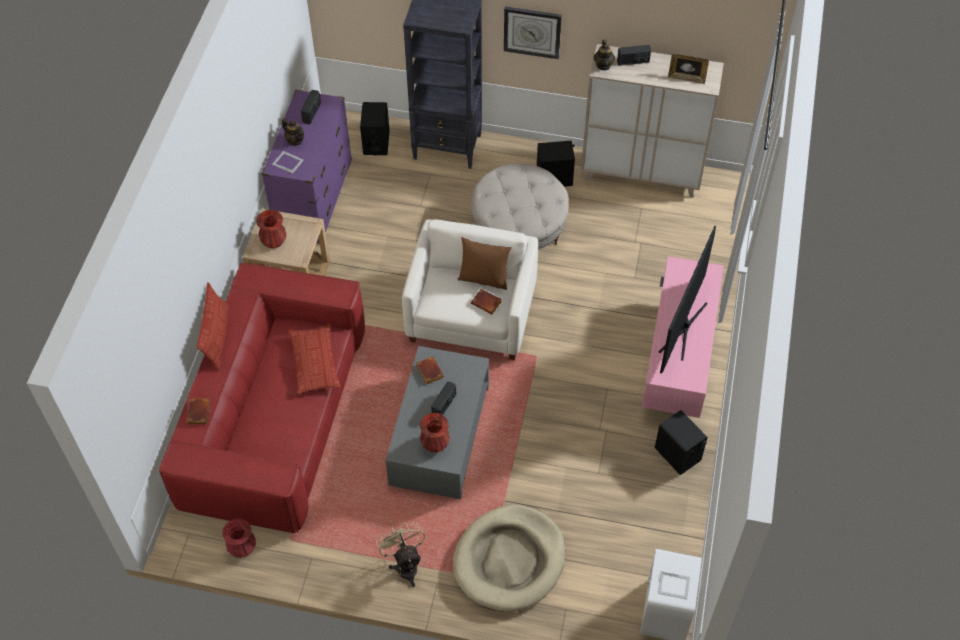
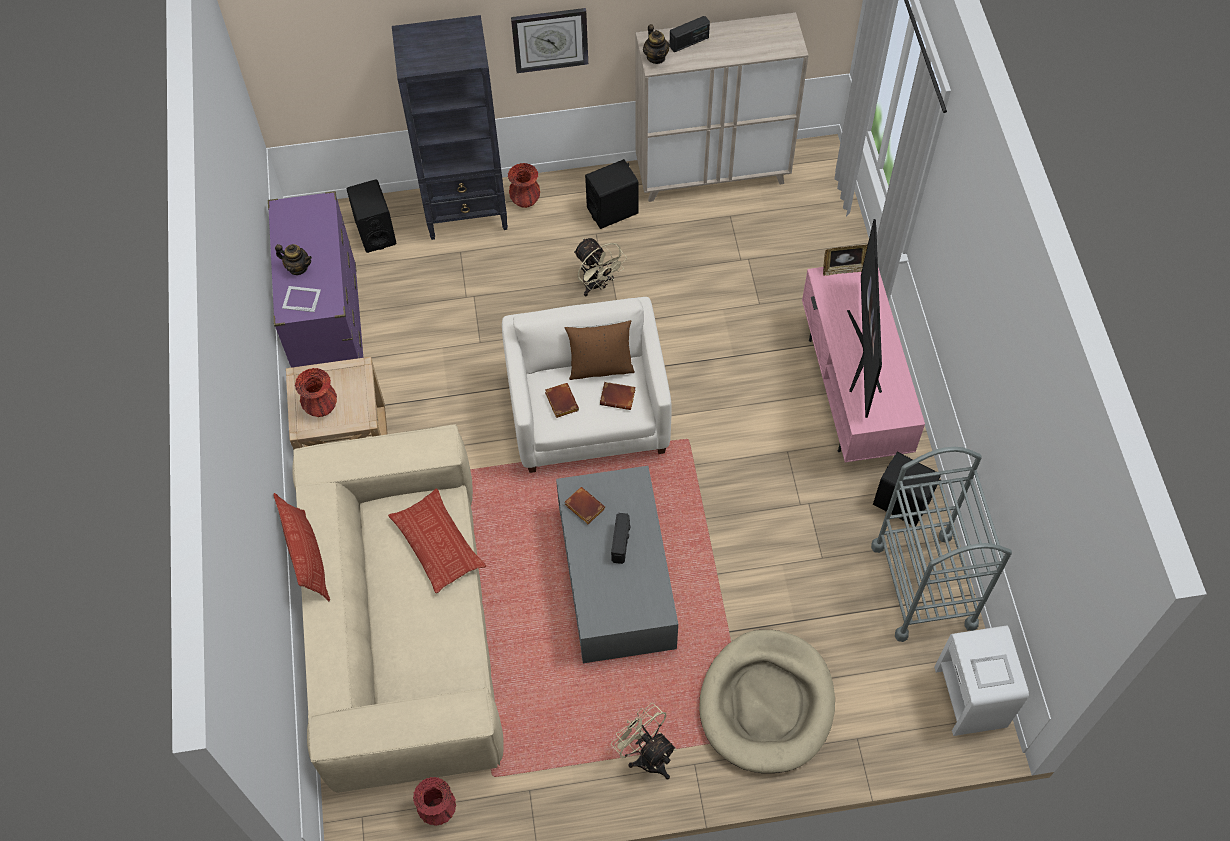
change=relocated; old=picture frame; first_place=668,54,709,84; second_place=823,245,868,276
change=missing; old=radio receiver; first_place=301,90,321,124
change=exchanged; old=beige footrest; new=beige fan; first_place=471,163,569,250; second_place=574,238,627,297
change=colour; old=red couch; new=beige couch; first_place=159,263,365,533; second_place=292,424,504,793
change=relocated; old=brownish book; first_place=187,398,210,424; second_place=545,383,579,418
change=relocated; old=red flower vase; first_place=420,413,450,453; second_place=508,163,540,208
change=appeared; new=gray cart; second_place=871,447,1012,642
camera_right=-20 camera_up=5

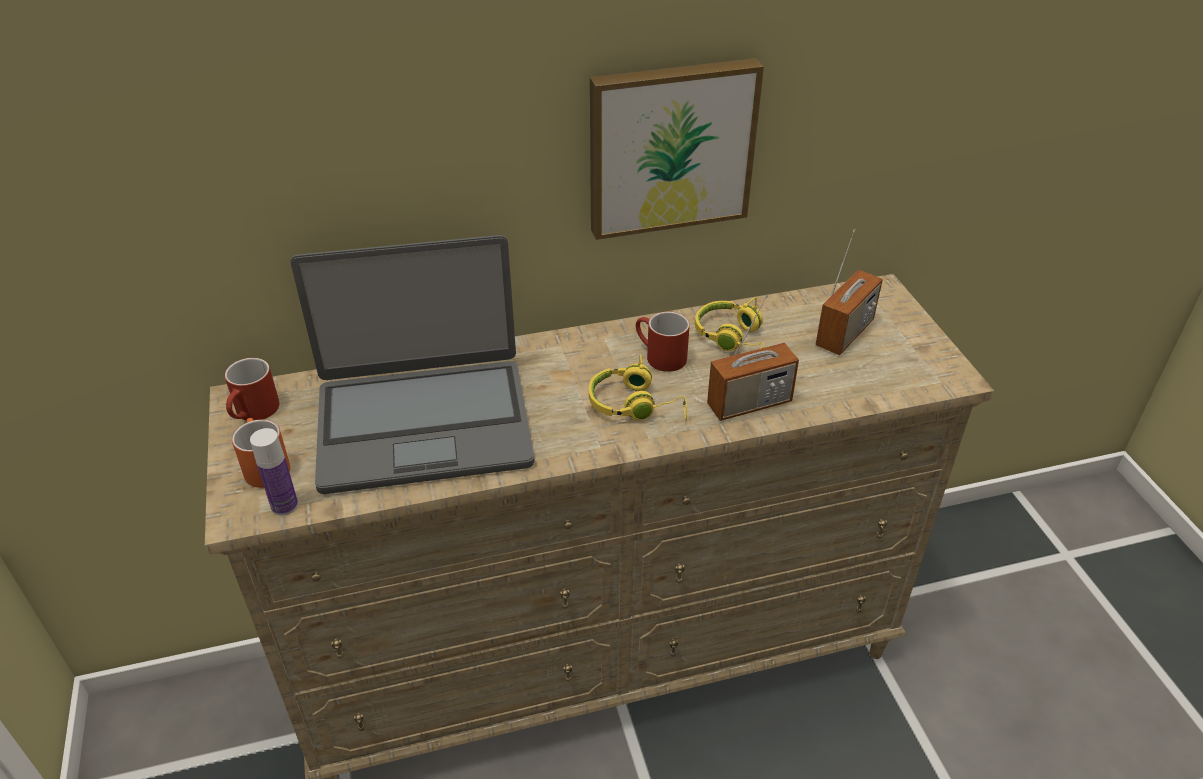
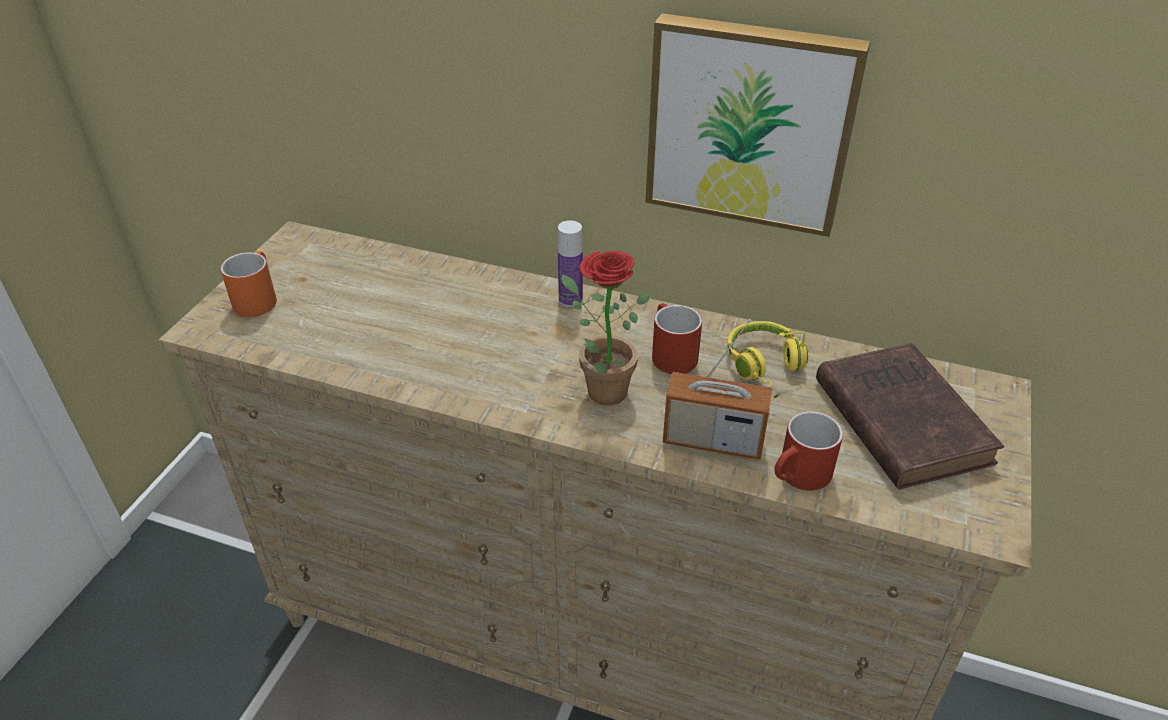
change=exchanged; old=radio receiver; new=brownish book; first_place=815,229,883,355; second_place=816,343,1004,490
change=missing; old=portable computer; first_place=291,235,534,494
change=exchanged; old=yellow-coloured headset; new=plant in a pot; first_place=589,354,687,420; second_place=562,251,650,405
change=relocated; old=red mug; first_place=225,358,279,420; second_place=774,411,843,491
change=relocated; old=beverage bottle; first_place=250,428,298,516; second_place=558,220,583,307
camera_right=35 camera_up=0

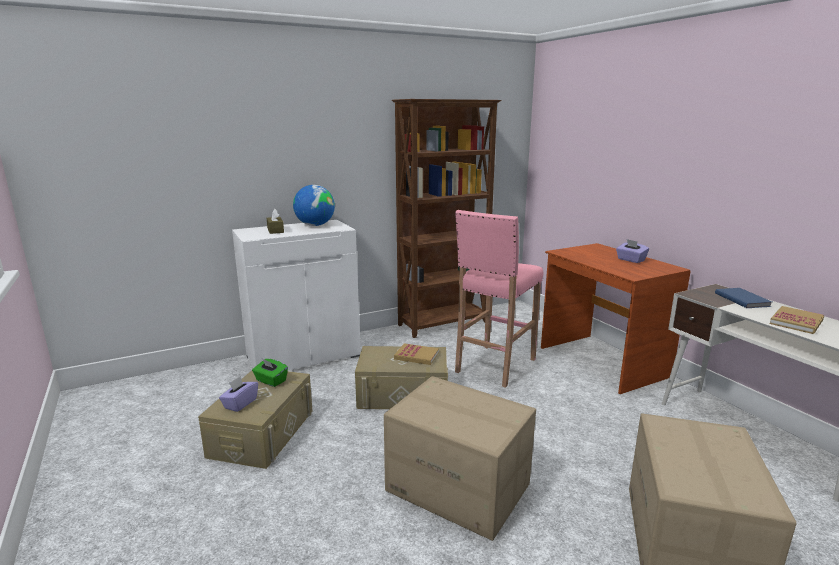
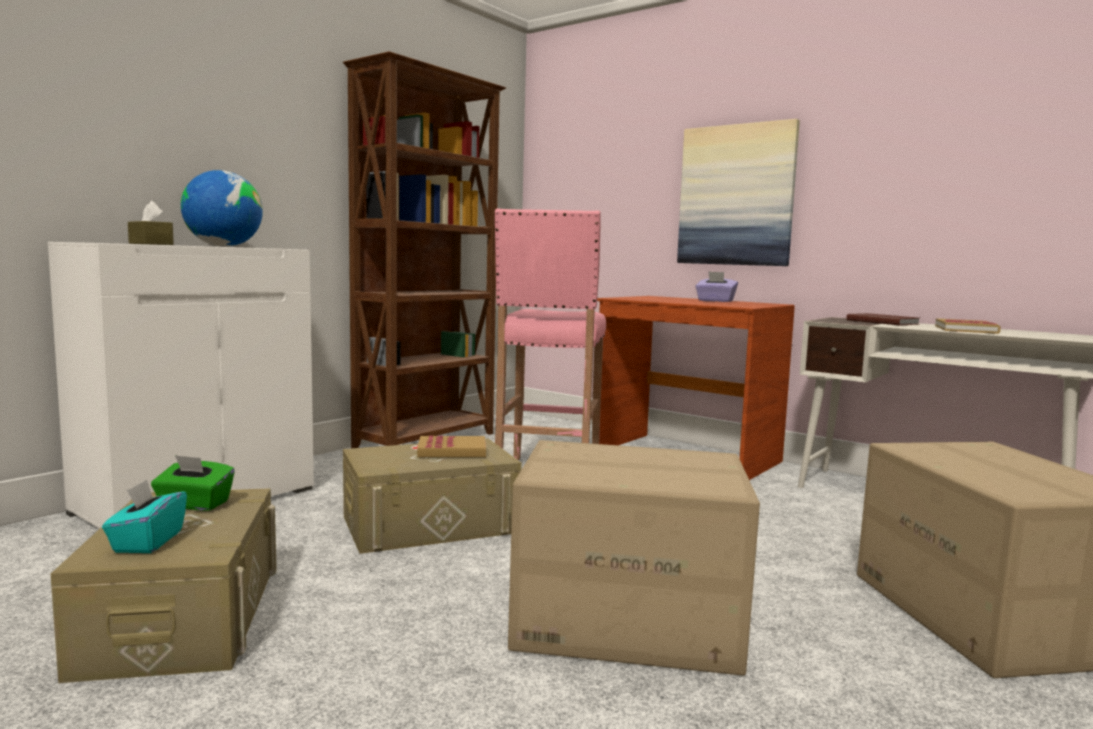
change=colour; old=blue book; new=brownish book; first_place=715,288,772,308; second_place=846,313,920,325
change=colour; old=purplish tissue box; new=turquoise-coloured tissue box; first_place=219,376,258,412; second_place=102,479,187,553
change=appeared; new=wall art; second_place=677,119,800,266
camera_right=-25 camera_up=-10

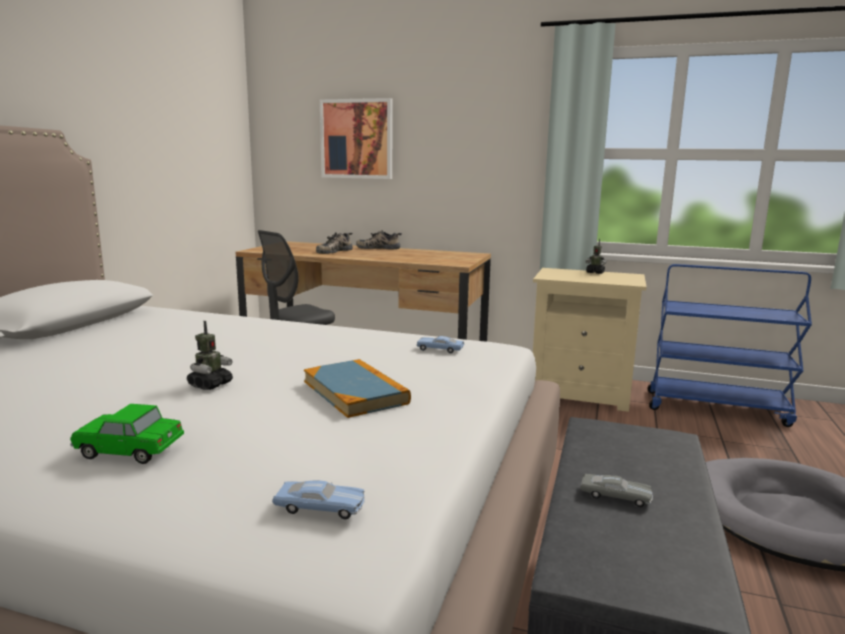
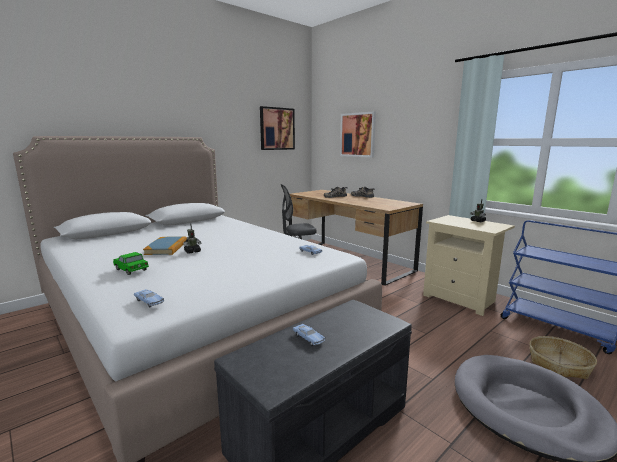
change=relocated; old=book; first_place=304,359,411,418; second_place=143,236,187,255
change=colour; old=gray model car; new=blue model car; first_place=580,474,653,507; second_place=293,324,325,346
change=appeared; new=wall art; second_place=260,106,295,150
change=appeared; new=basket; second_place=529,336,597,379
camera_right=30 camera_up=0

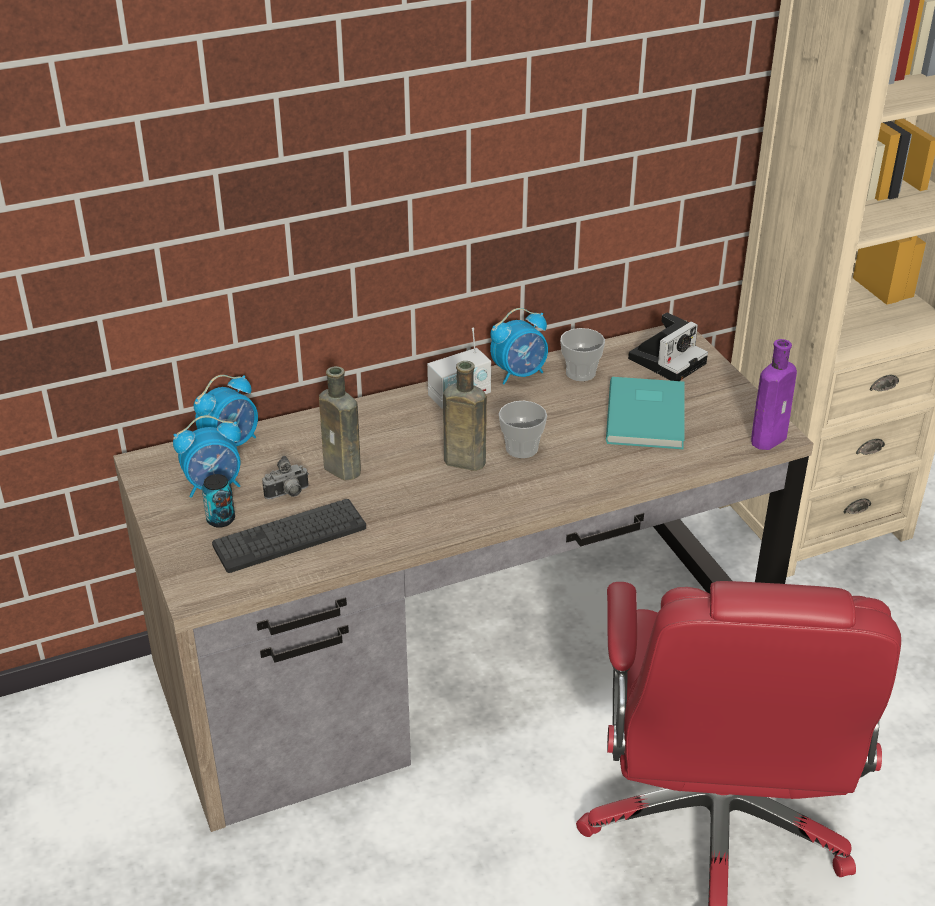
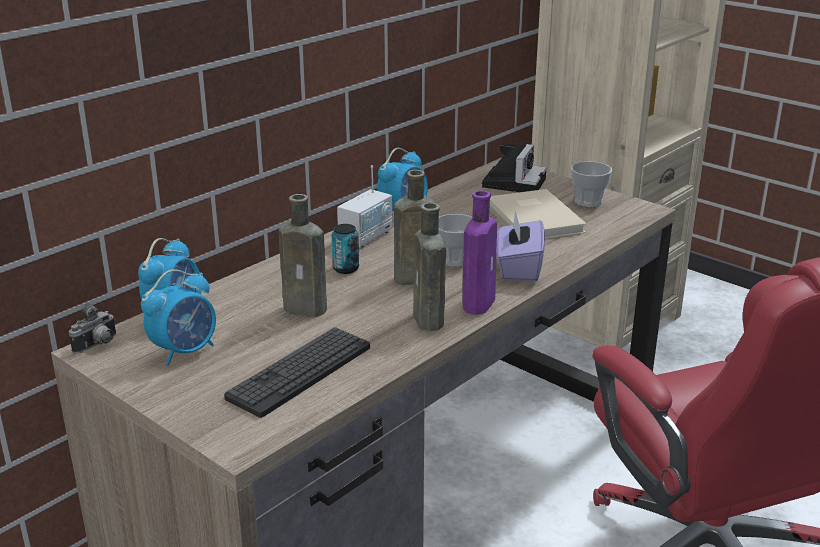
change=relocated; old=cup; first_place=560,328,605,381; second_place=571,161,612,207
change=relocated; old=purplish beverage bottle; first_place=751,339,797,450; second_place=463,190,497,315
change=colour; old=turquoise-coloured book; new=beige book; first_place=606,377,685,449; second_place=490,189,587,239
change=relocated; old=photo camera; first_place=262,456,309,499; second_place=69,303,116,353
change=relocated; old=can; first_place=202,474,235,528; second_place=332,224,359,274
change=appeared; new=brownish beverage bottle; second_place=413,203,446,331
change=appeared; new=purplish tissue box; second_place=496,211,545,282
camera_right=-25 camera_up=-10

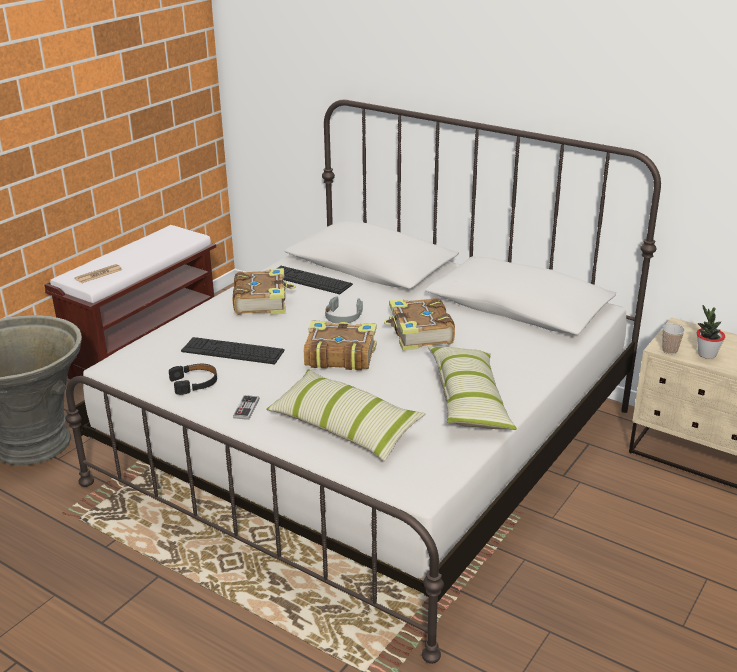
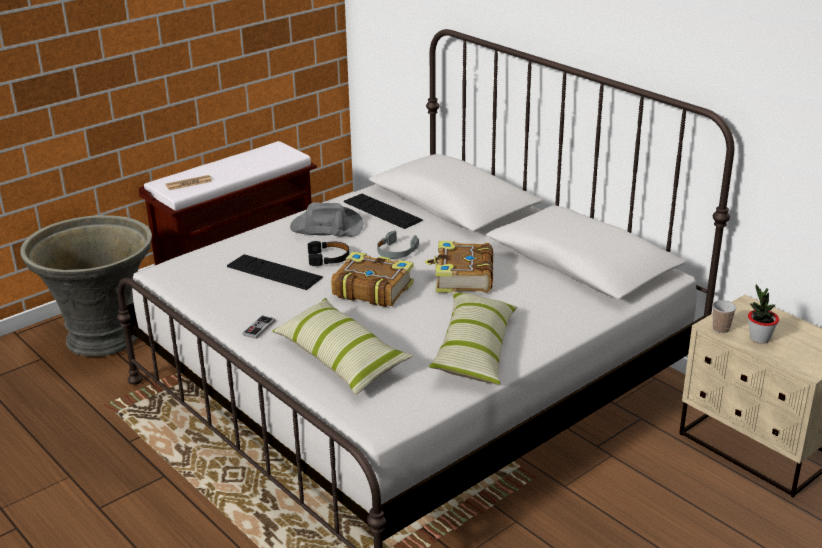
change=exchanged; old=book; new=gray hat; first_place=233,268,296,315; second_place=290,202,364,237
change=relocated; old=black-coloured headset; first_place=169,364,217,395; second_place=308,241,349,266
camera_right=15 camera_up=0

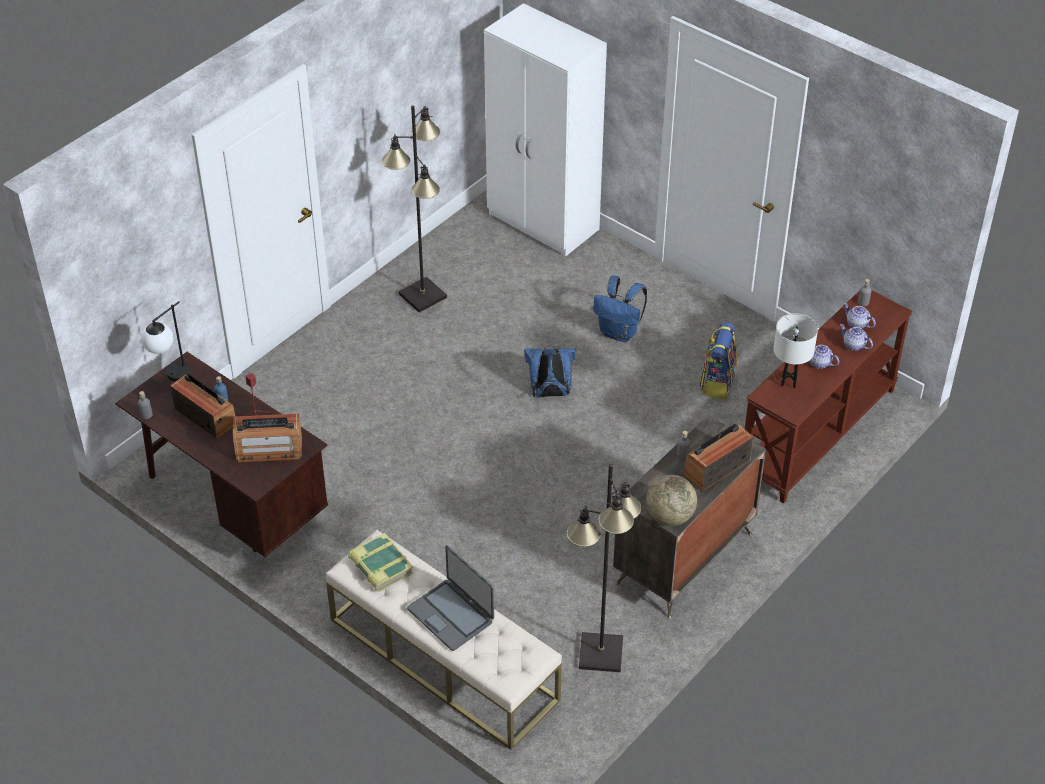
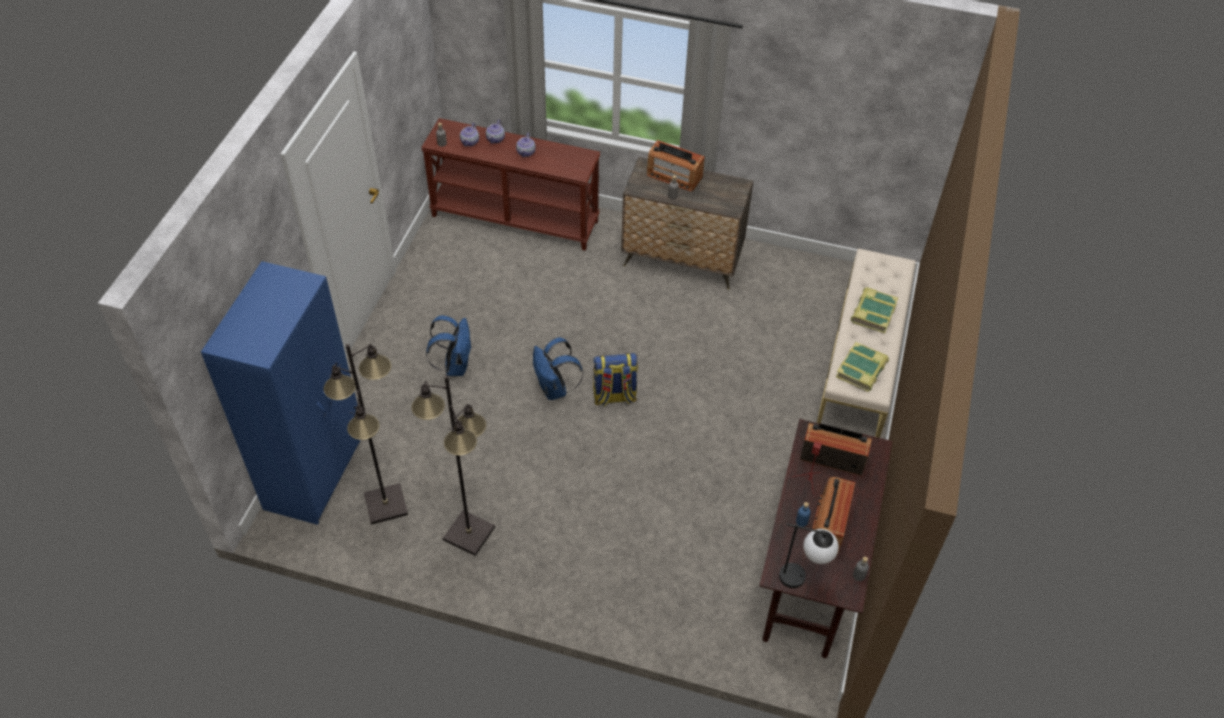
change=colour; old=whitish clothes cupboard; new=blue clothes cupboard; first_place=484,3,607,257; second_place=201,261,360,525
change=missing; old=whitish lamp for a table; first_place=773,313,818,388
change=relocated; old=rucksack; first_place=699,322,737,399; second_place=593,353,638,407
change=spun; old=radio receiver; first_place=233,414,302,462; second_place=800,423,872,475; degrees=-45
change=relocated; old=black-coloured standard lamp; first_place=567,464,642,672; second_place=324,344,408,525
change=missing; old=world globe; first_place=646,475,697,526
change=exchanged; old=portable computer; new=book; first_place=407,545,494,651; second_place=851,287,898,333
camera_right=-115 camera_up=5

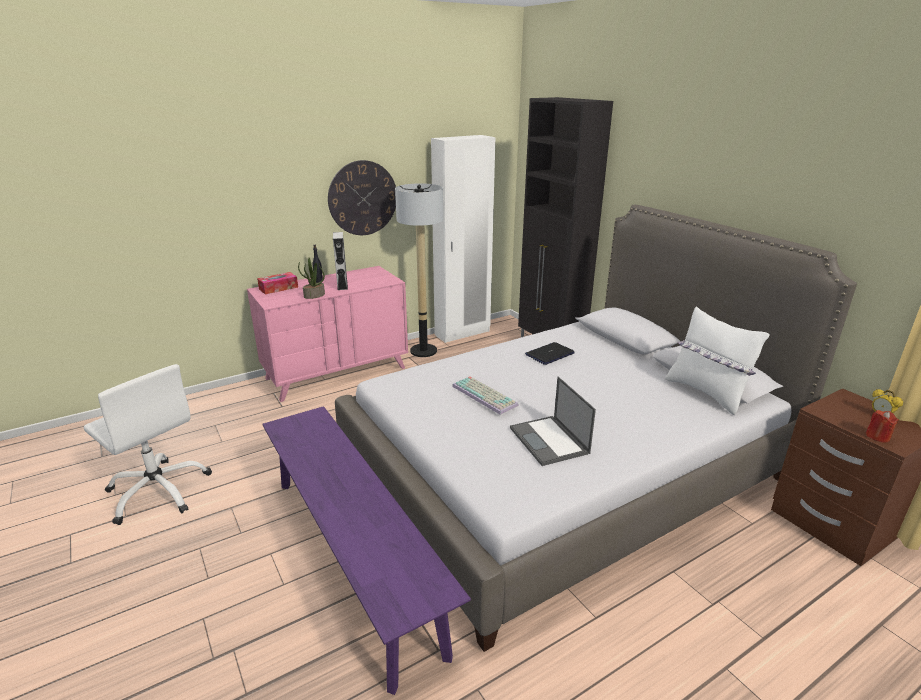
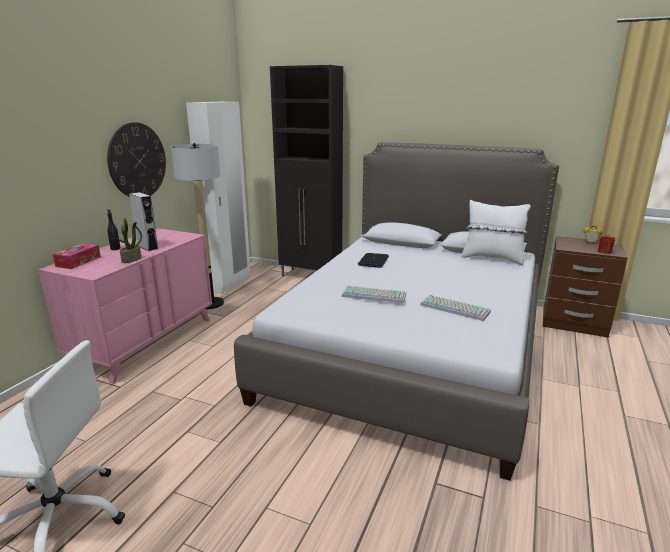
change=exchanged; old=portable computer; new=keyboard; first_place=510,377,596,466; second_place=420,295,491,321
change=missing; old=purplish indoor bench; first_place=262,406,471,695
camera_right=-35 camera_up=-5

